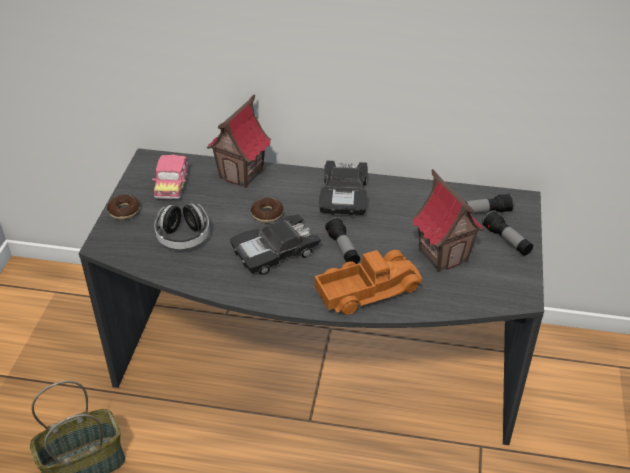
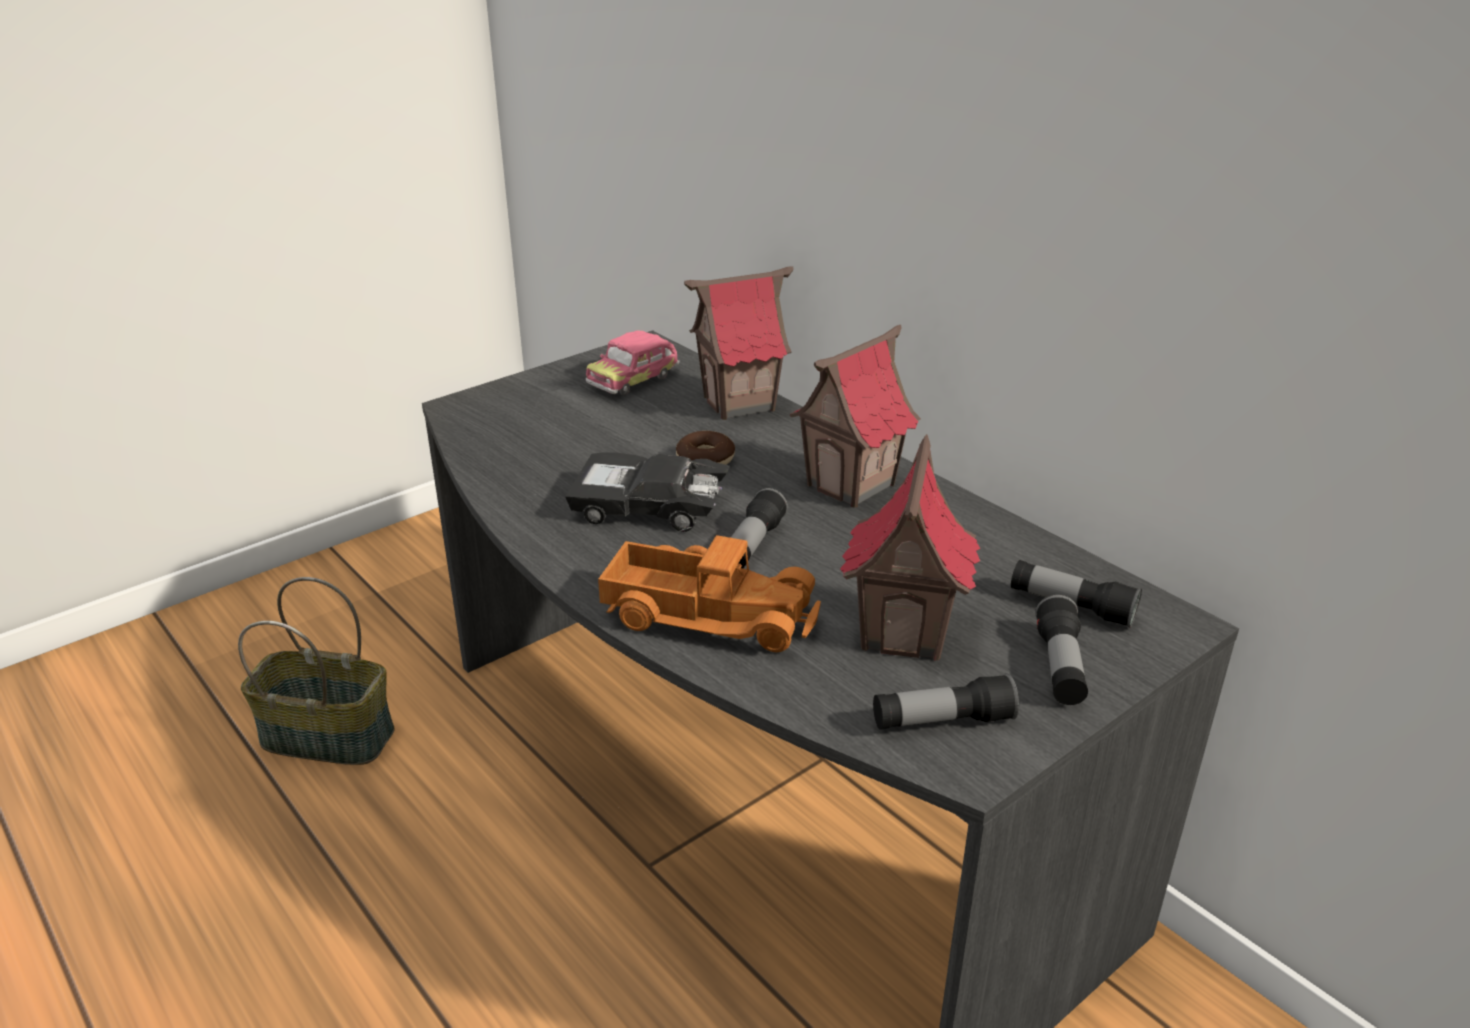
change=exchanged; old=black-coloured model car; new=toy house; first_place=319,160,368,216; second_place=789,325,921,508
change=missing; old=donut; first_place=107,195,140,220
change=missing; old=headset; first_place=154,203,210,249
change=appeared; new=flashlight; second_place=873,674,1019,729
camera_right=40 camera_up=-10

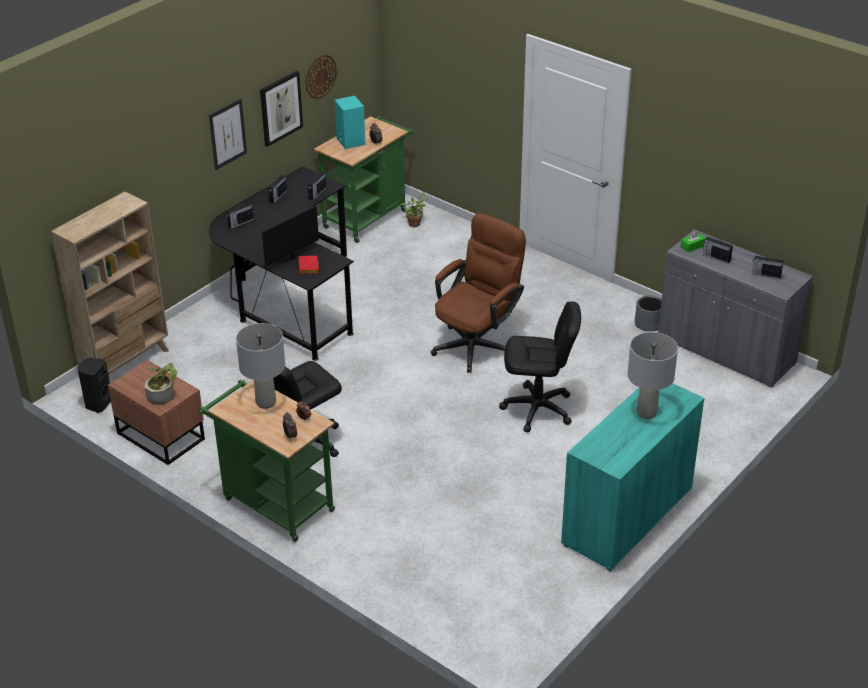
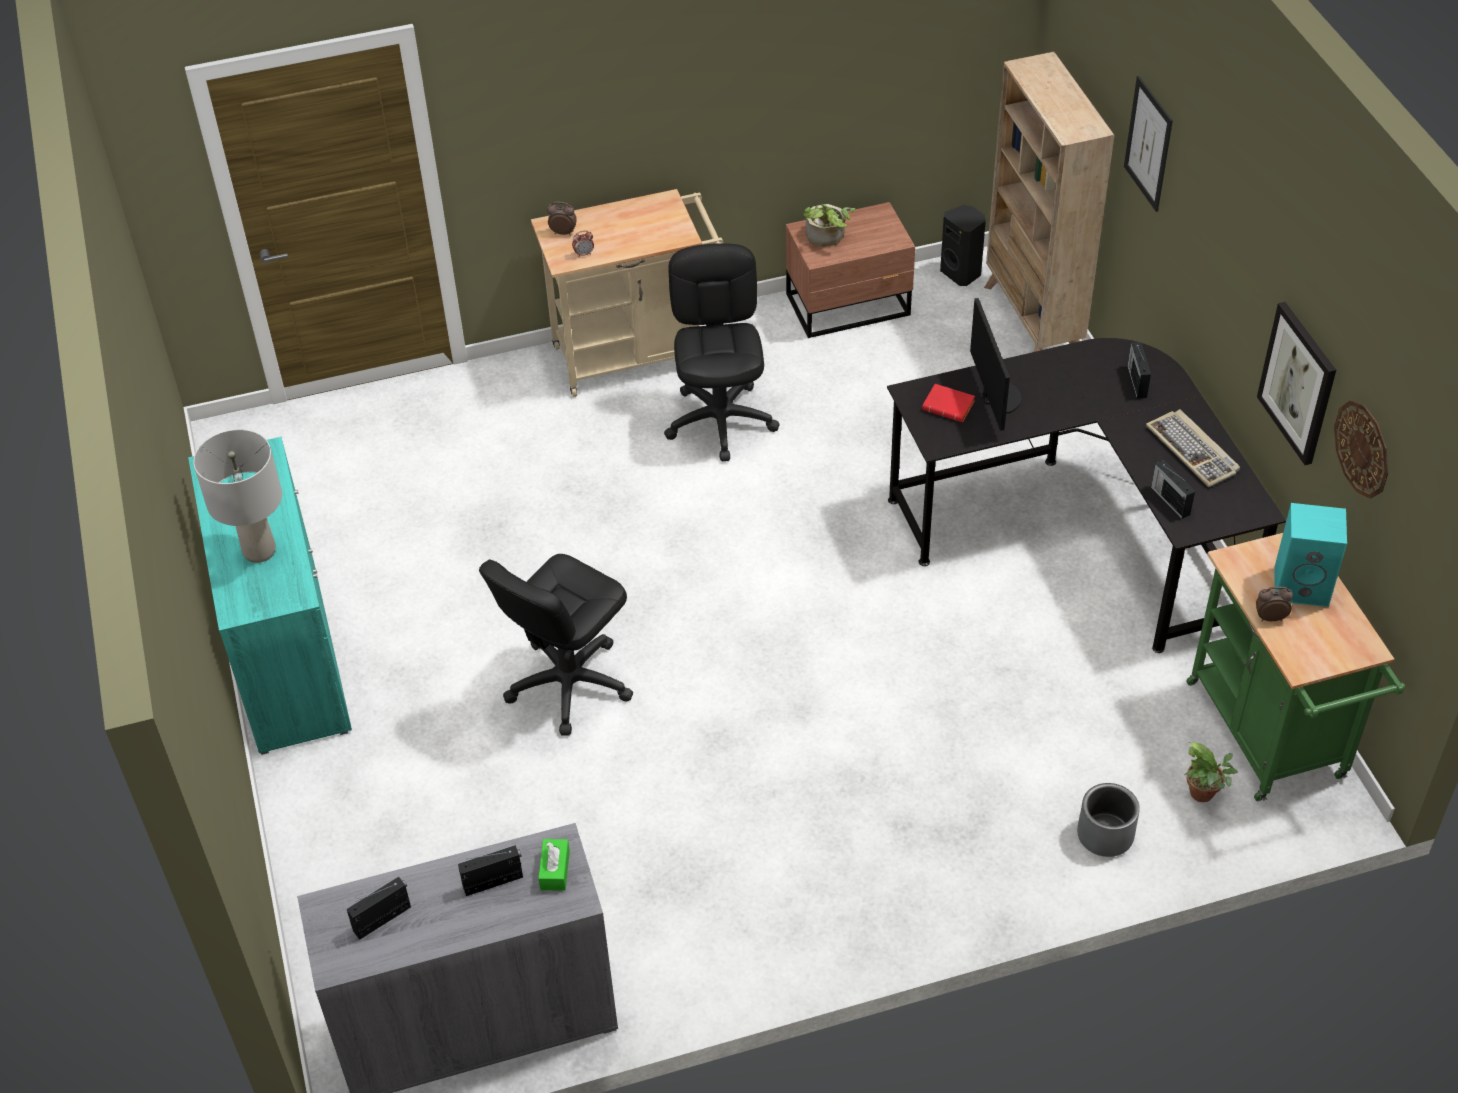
change=relocated; old=wall art; first_place=209,99,247,170; second_place=1124,76,1173,212
change=exchanged; old=radio receiver; new=keyboard; first_place=268,173,287,203; second_place=1146,409,1240,487
change=missing; old=brownish desk chair; first_place=431,213,526,373
change=relocated; old=gray planter; first_place=635,296,662,332; second_place=1077,783,1140,857
change=missing; old=gray lamp for a table; first_place=236,323,285,409
change=colour; old=green cart; new=beige cart; first_place=199,380,335,542; second_place=531,189,724,397
camera_right=125 camera_up=10

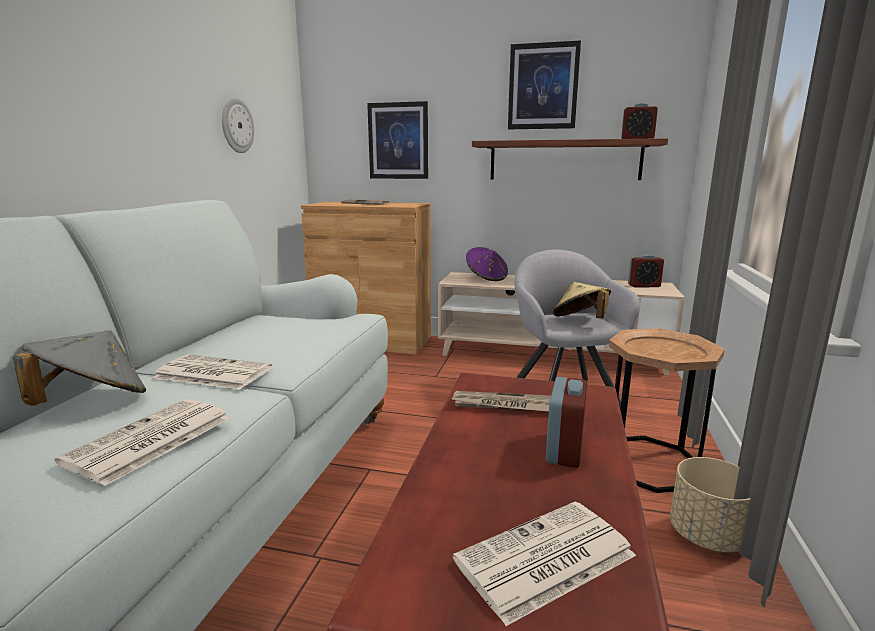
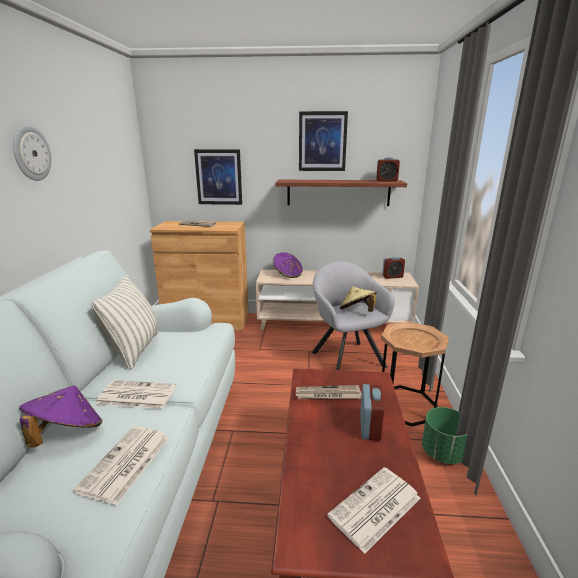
change=relocated; old=hanging clock; first_place=222,98,254,153; second_place=13,126,51,181
change=colour; old=gray hat; new=purplish hat; first_place=13,330,146,406; second_place=19,385,102,448
change=colour; old=beige planter; new=green planter; first_place=670,457,751,553; second_place=422,407,468,464
change=appeared; new=cushion; second_place=92,275,159,370
camera_right=-10 camera_up=5

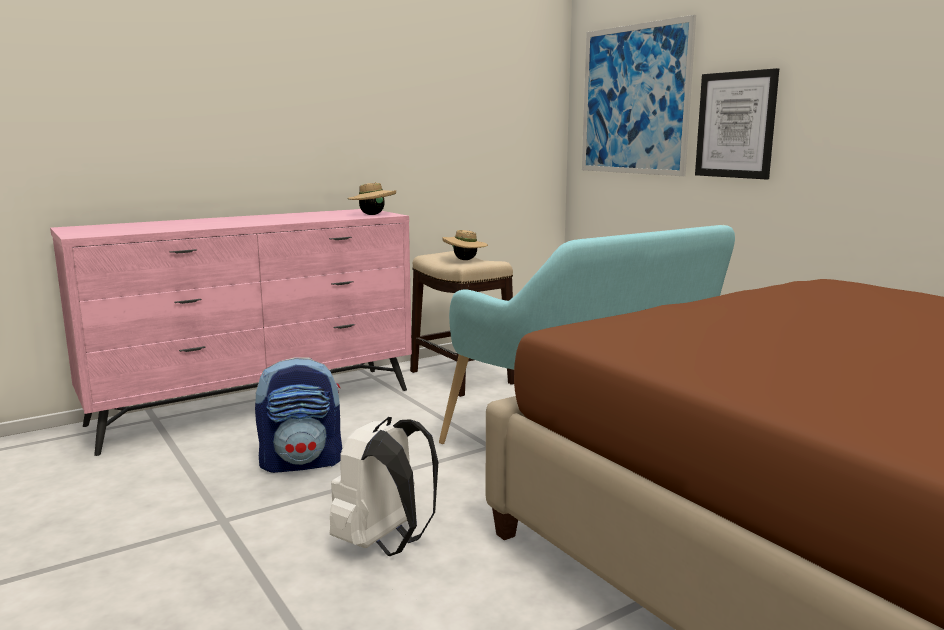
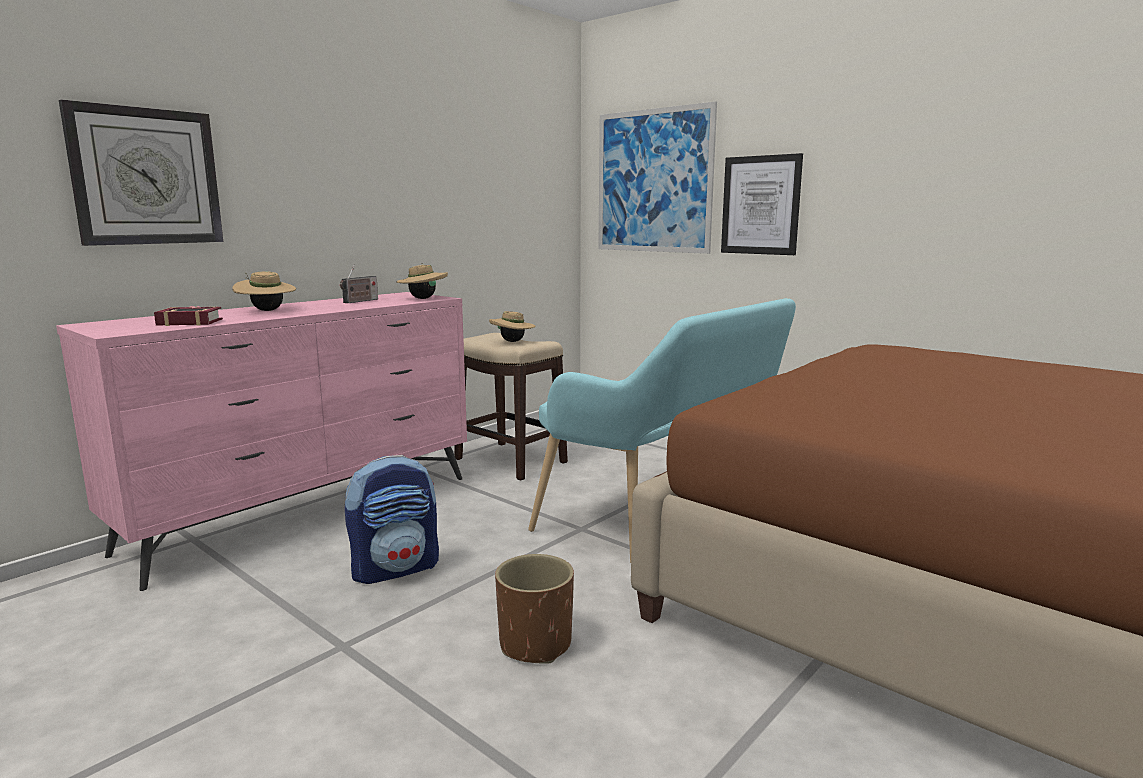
change=exchanged; old=whitish rucksack; new=brownish planter; first_place=330,417,438,556; second_place=495,554,574,664
change=appeared; new=hanging clock; second_place=59,100,223,246
change=appeared; new=radio receiver; second_place=340,265,378,303
change=appeared; new=beige hat; second_place=232,271,296,311
change=appeared; new=book; second_place=154,306,223,326
camera_right=-15 camera_up=0

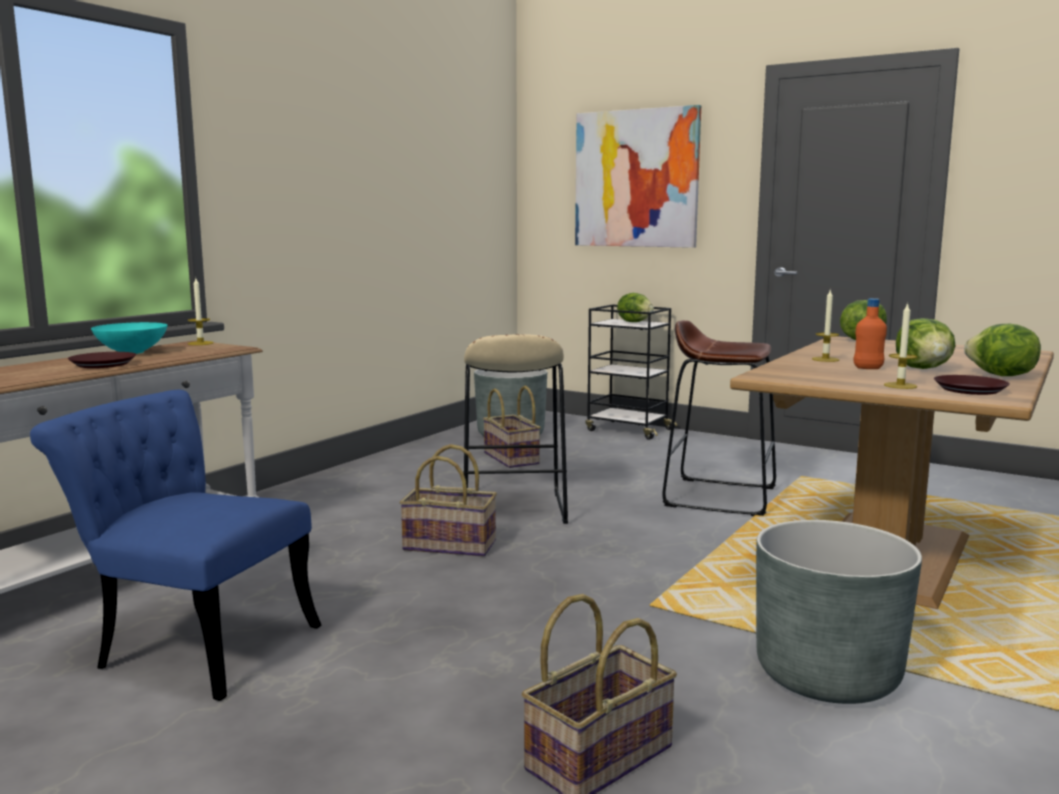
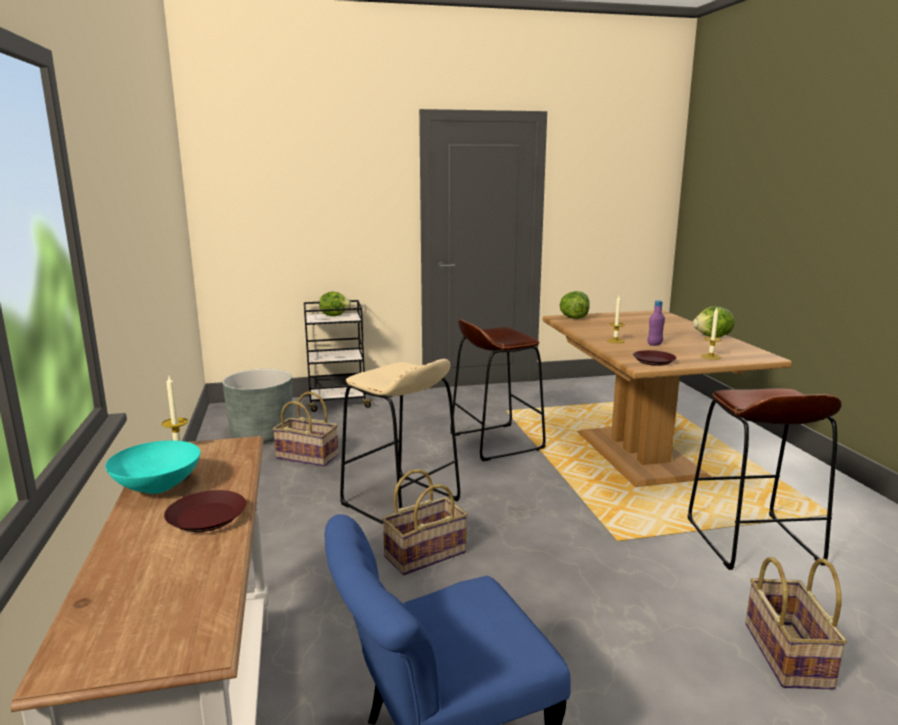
change=missing; old=wall art; first_place=575,105,701,248
change=colour; old=orange beverage bottle; new=purplish beverage bottle; first_place=854,298,887,369; second_place=648,300,665,346
change=missing; old=lettuce head; first_place=896,318,956,369
change=relocated; old=brownish flat dish; first_place=934,375,1010,395; second_place=633,350,676,366
change=exchanged; old=gray planter; new=brownish stool seat; first_place=756,520,922,704; second_place=687,389,842,570
camera_right=-45 camera_up=5

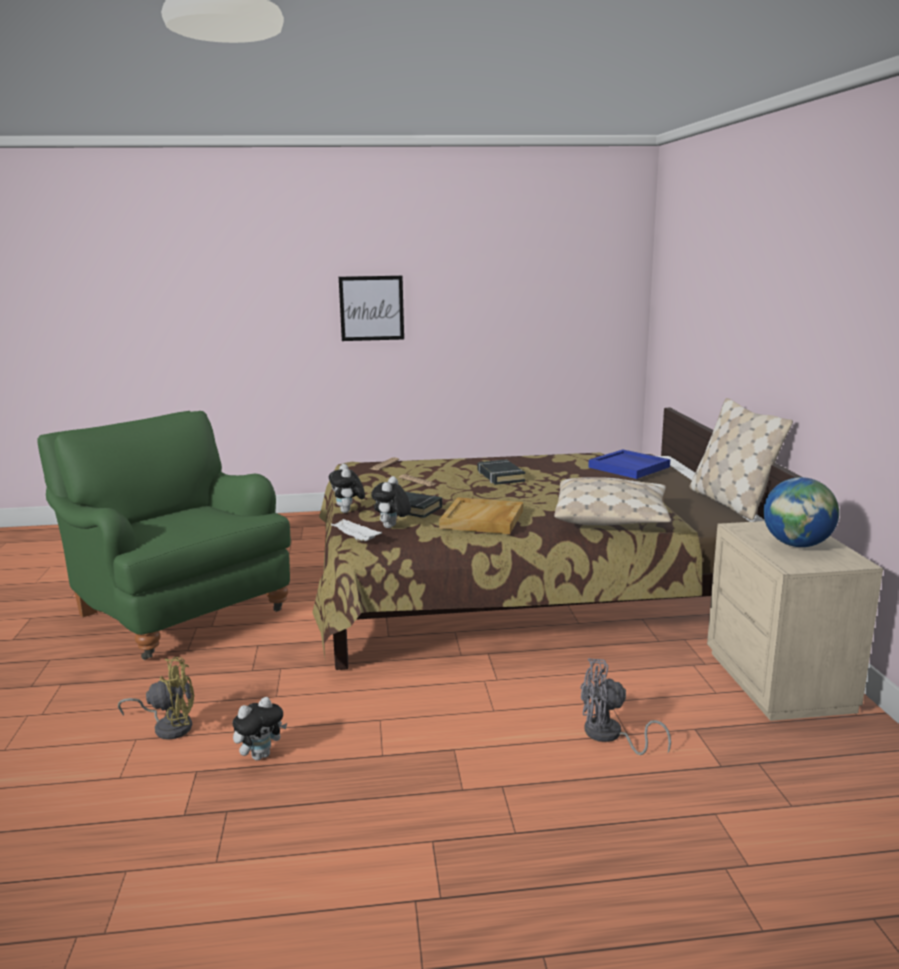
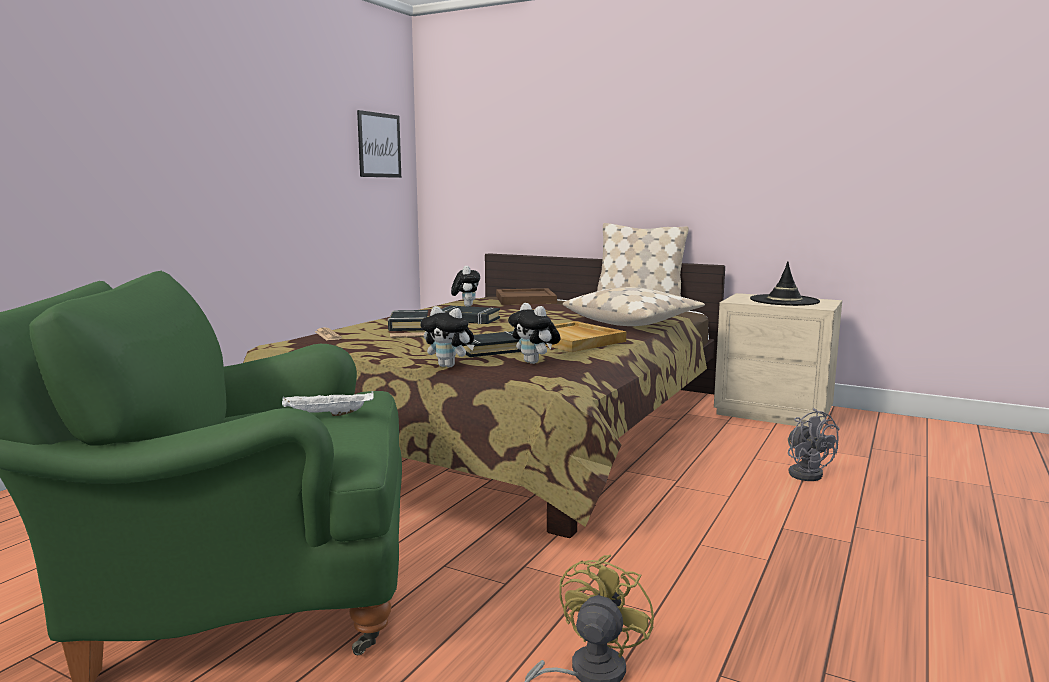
change=relocated; old=wall art; first_place=339,276,404,341; second_place=357,110,401,178
change=colour; old=blue tray; new=brownish tray; first_place=588,449,670,479; second_place=496,288,557,305
change=exchanged; old=world globe; new=black-coloured hat; first_place=763,477,839,547; second_place=750,261,820,306
change=relocated; old=whitish tray; first_place=331,519,382,542; second_place=282,391,374,416
change=spun; old=gray fan; first_place=580,658,671,755; second_place=788,408,840,481; degrees=-60
change=relocated; old=soft toy; first_place=232,697,287,760; second_place=451,266,480,307
change=appeared; new=black-coloured book; second_place=388,310,428,331
camera_right=-55 camera_up=-5

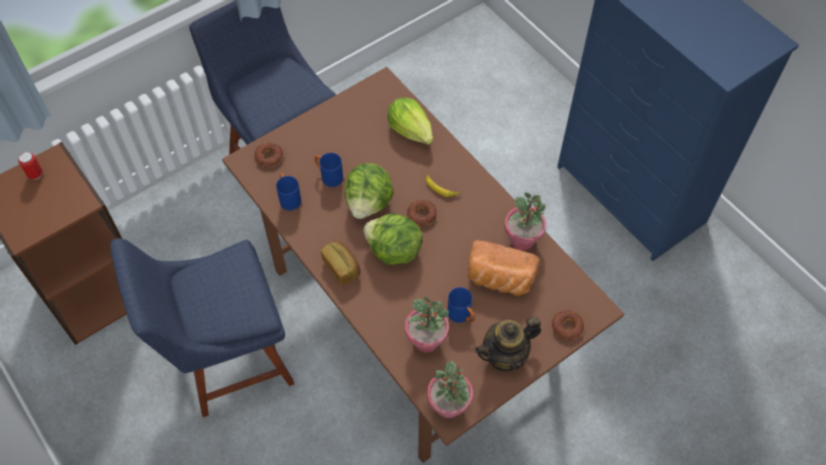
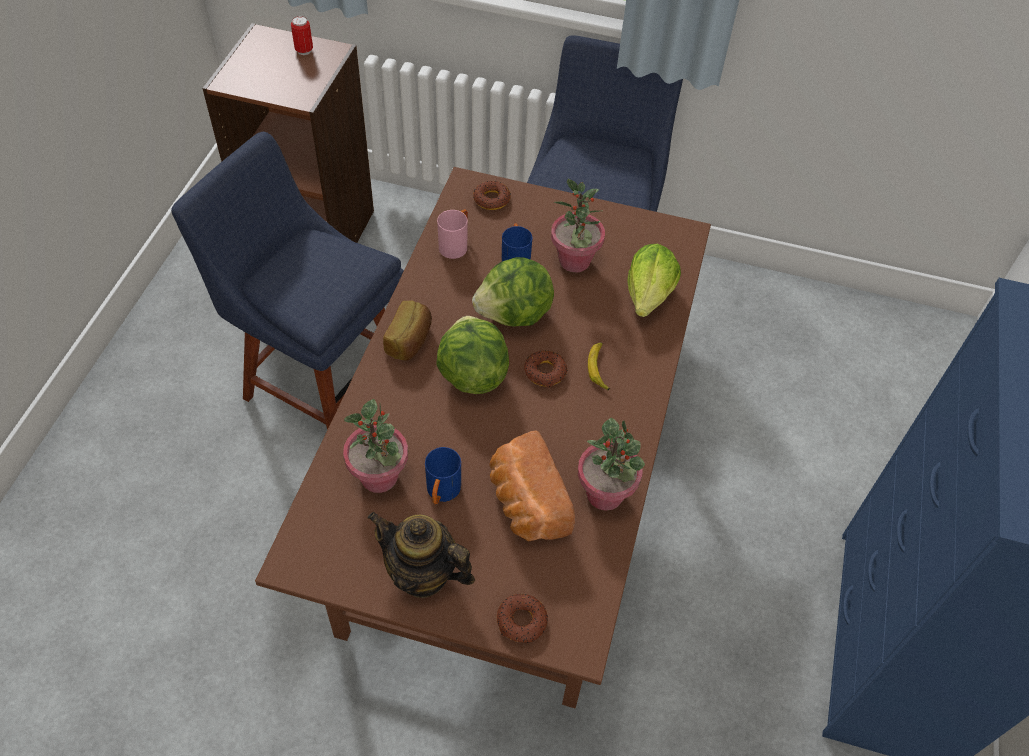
change=colour; old=blue mug; new=pinkish mug; first_place=276,174,301,211; second_place=437,210,468,259
change=relocated; old=plant in a pot; first_place=427,361,473,418; second_place=551,179,605,273
camera_right=50 camera_up=-5

